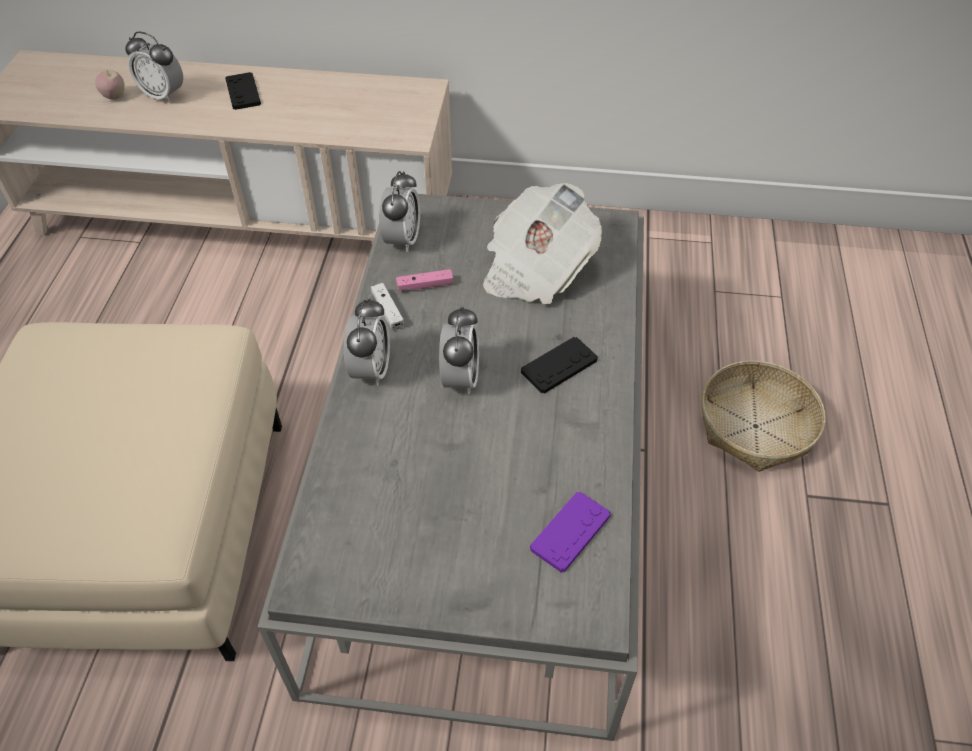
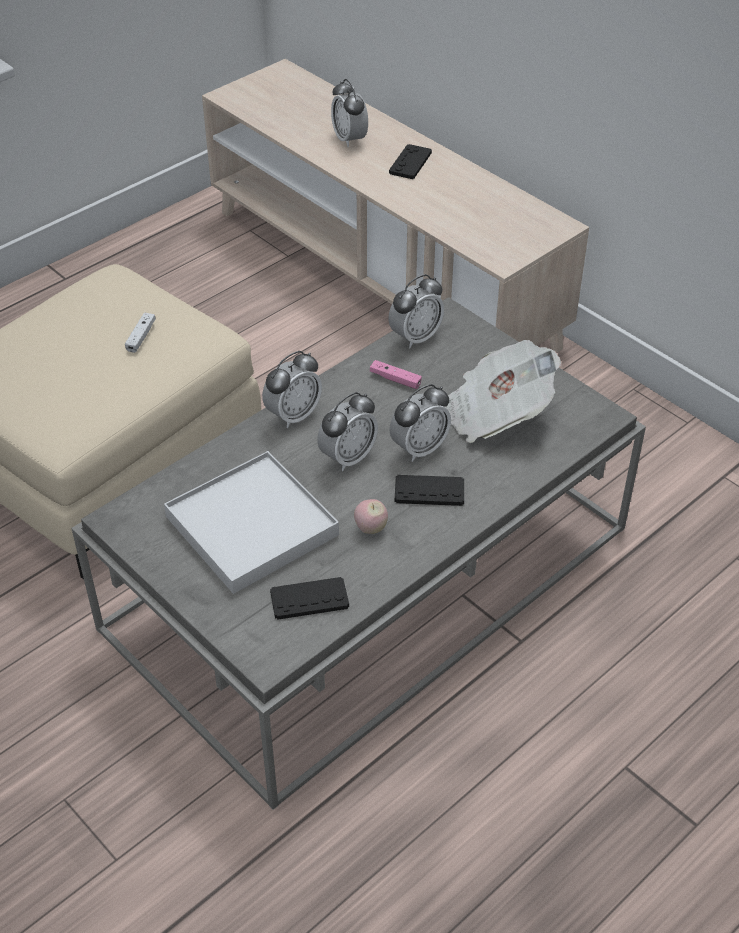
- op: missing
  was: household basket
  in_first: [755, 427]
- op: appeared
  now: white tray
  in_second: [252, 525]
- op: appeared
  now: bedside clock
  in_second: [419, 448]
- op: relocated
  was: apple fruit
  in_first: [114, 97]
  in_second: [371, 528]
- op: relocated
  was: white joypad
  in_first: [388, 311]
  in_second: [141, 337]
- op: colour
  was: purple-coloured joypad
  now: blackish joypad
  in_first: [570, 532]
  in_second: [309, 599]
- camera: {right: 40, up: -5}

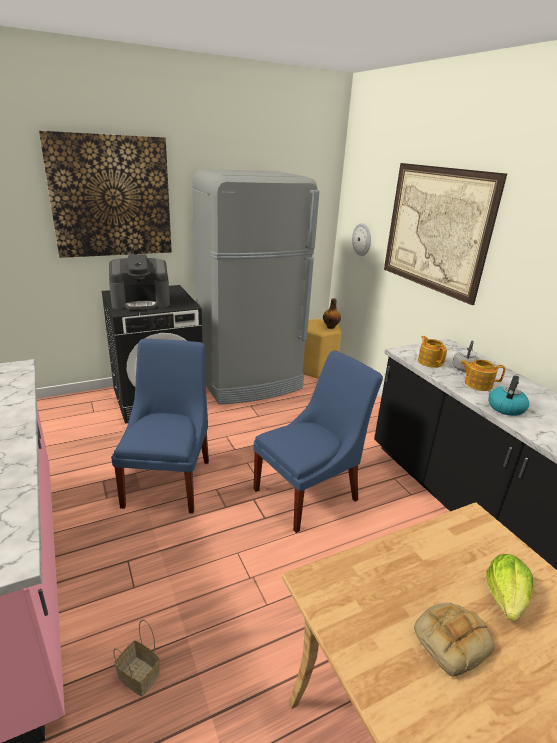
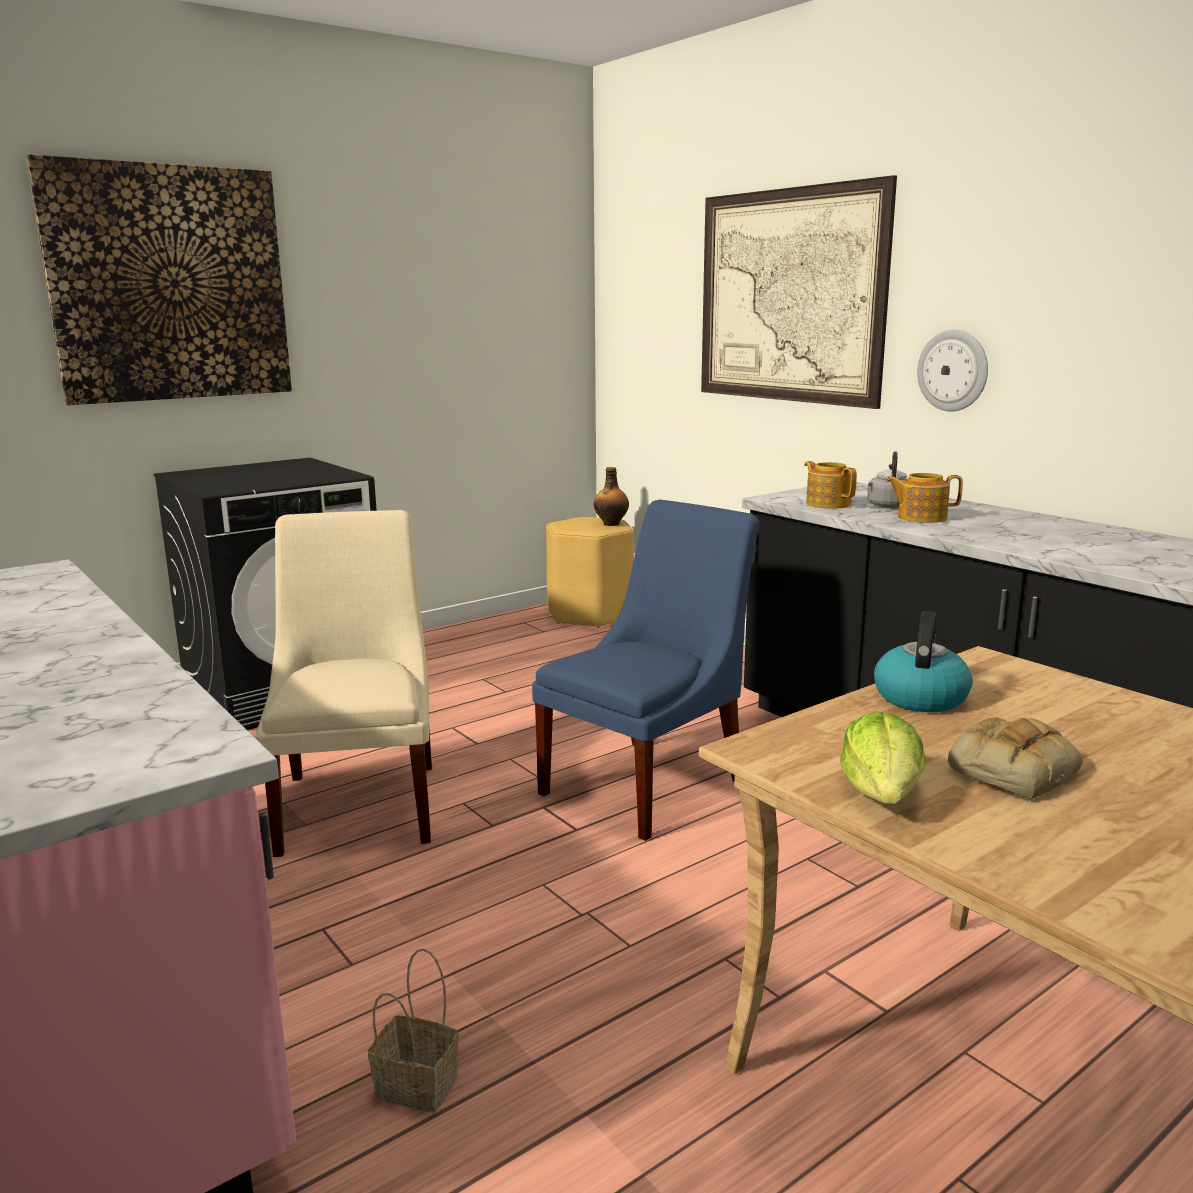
- op: missing
  was: coffee maker
  in_first: [141, 302]
- op: missing
  was: greyish refrigerator
  in_first: [250, 382]
- op: relocated
  was: hanging clock
  in_first: [362, 239]
  in_second: [953, 370]
- op: relocated
  was: lettuce
  in_first: [506, 598]
  in_second: [883, 794]
- op: relocated
  was: tea kettle
  in_first: [505, 407]
  in_second: [920, 697]
- op: colour
  was: blue upright chair
  now: beige upright chair
  in_first: [169, 479]
  in_second: [361, 802]
- camera: {right: -10, up: -10}

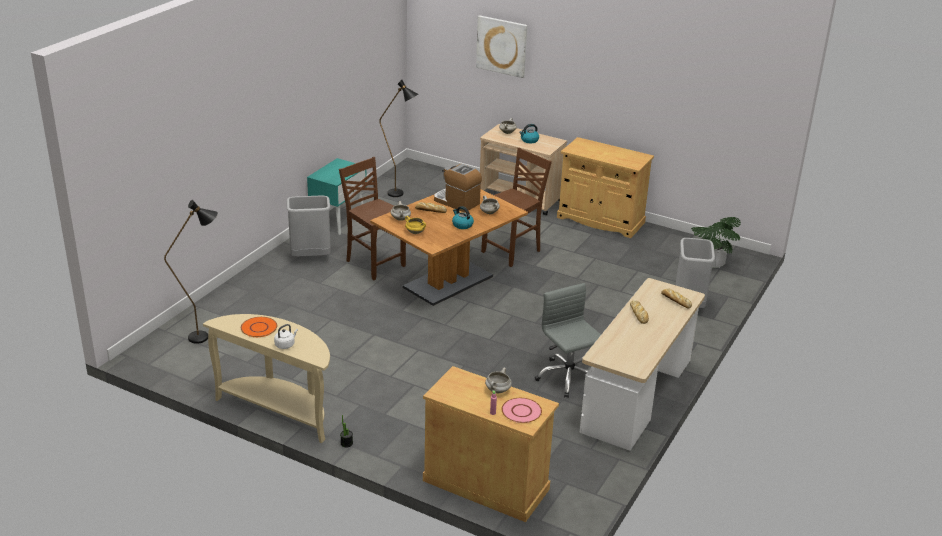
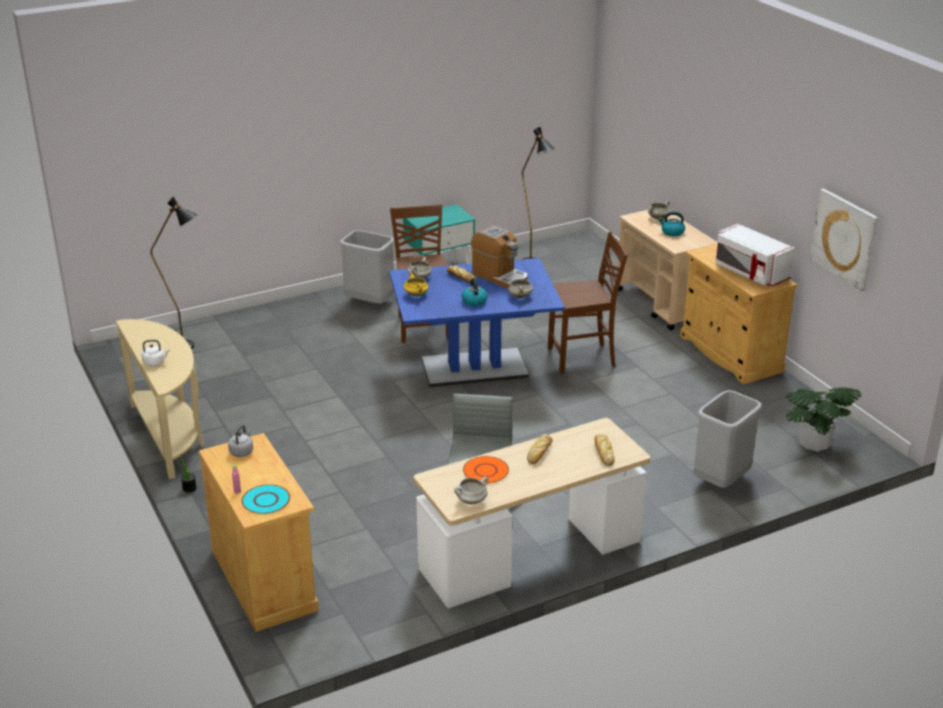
- op: appeared
  now: greyish tea kettle
  in_second: [242, 451]
- op: appeared
  now: white kitchen microwave
  in_second: [750, 273]
- op: relocated
  was: orange plate
  in_first: [259, 327]
  in_second: [486, 471]
- op: relocated
  was: picture
  in_first: [502, 46]
  in_second: [844, 238]
- op: relocated
  was: white stockpot
  in_first: [498, 391]
  in_second: [471, 501]
- op: colour
  was: brown dinner table
  now: blue dinner table
  in_first: [448, 282]
  in_second: [474, 368]
- op: colour
  was: pinkish plate
  now: blue-green plate
  in_first: [521, 411]
  in_second: [266, 501]
- op: spun
  was: coffee maker
  in_first: [456, 202]
  in_second: [500, 276]
  clockwise: 150
- camera: {right: 35, up: 0}

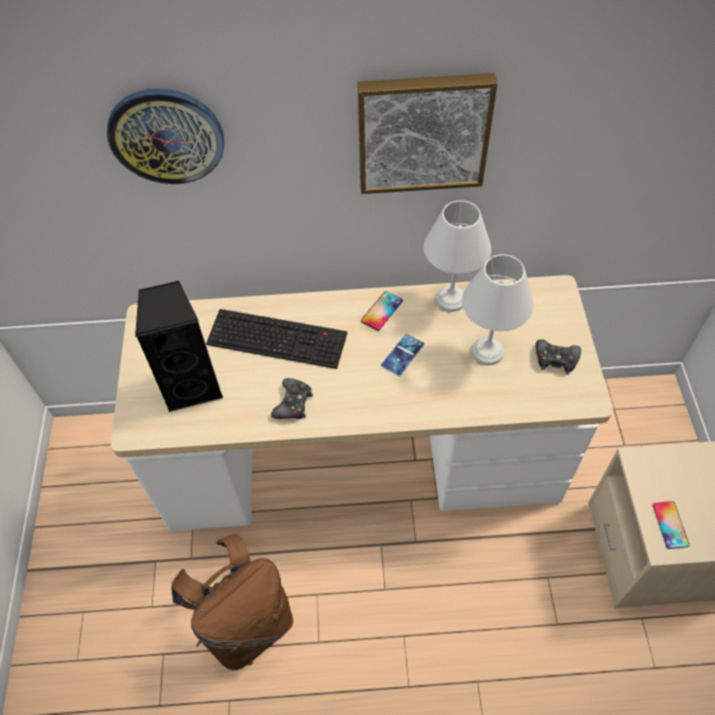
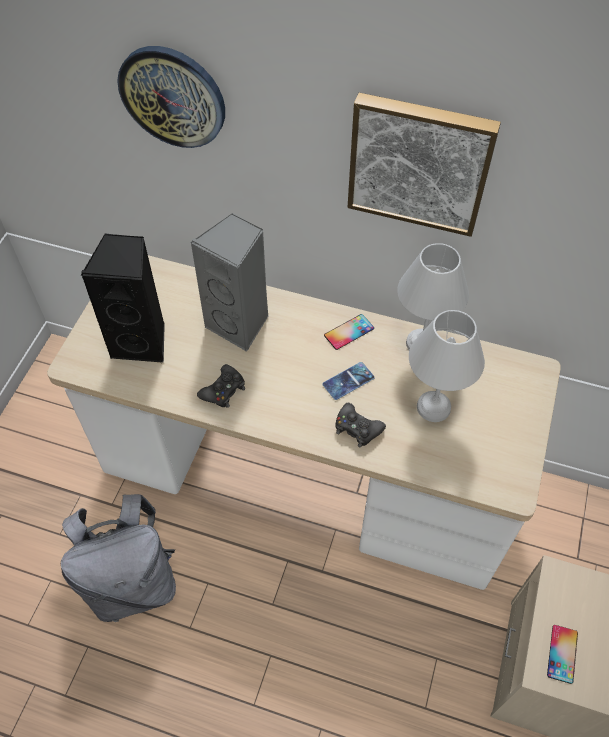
- op: relocated
  was: blackish joypad
  in_first: [556, 359]
  in_second: [357, 428]
- op: exchanged
  was: computer keyboard
  now: greyish speaker
  in_first: [279, 338]
  in_second: [240, 324]
- op: colour
  was: brown knapsack
  now: greyish knapsack
  in_first: [245, 623]
  in_second: [133, 582]
- camera: {right: 20, up: 0}

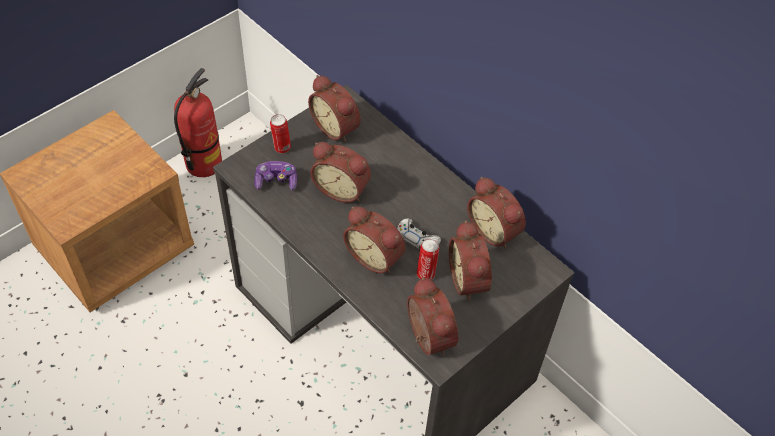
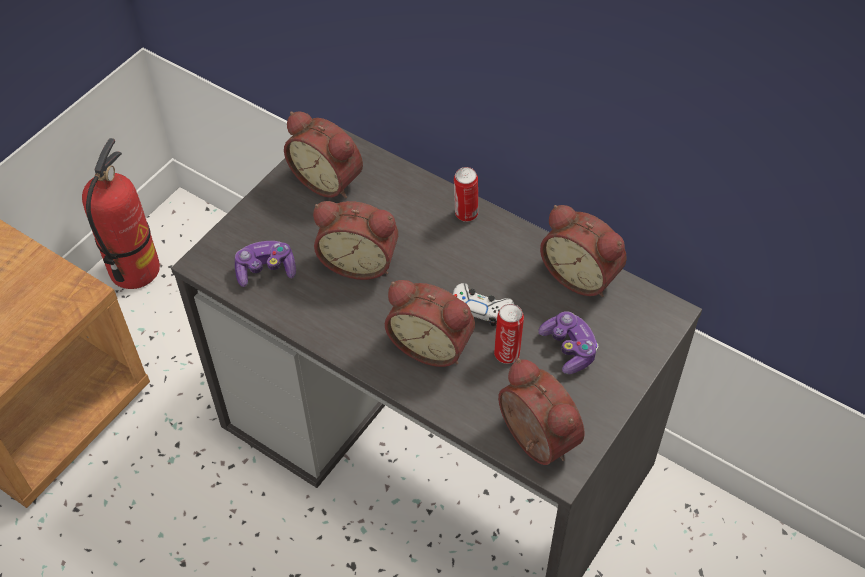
- op: relocated
  was: can
  in_first: [281, 148]
  in_second: [465, 214]
- op: exchanged
  was: bedside clock
  now: joypad
  in_first: [470, 279]
  in_second: [569, 348]
- camera: {right: -10, up: 0}

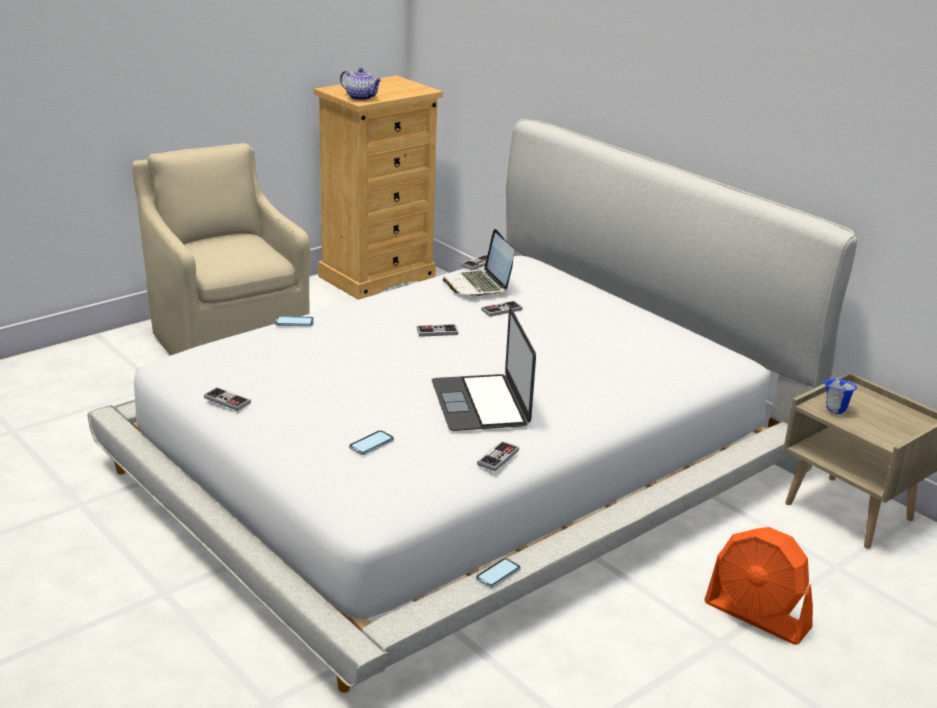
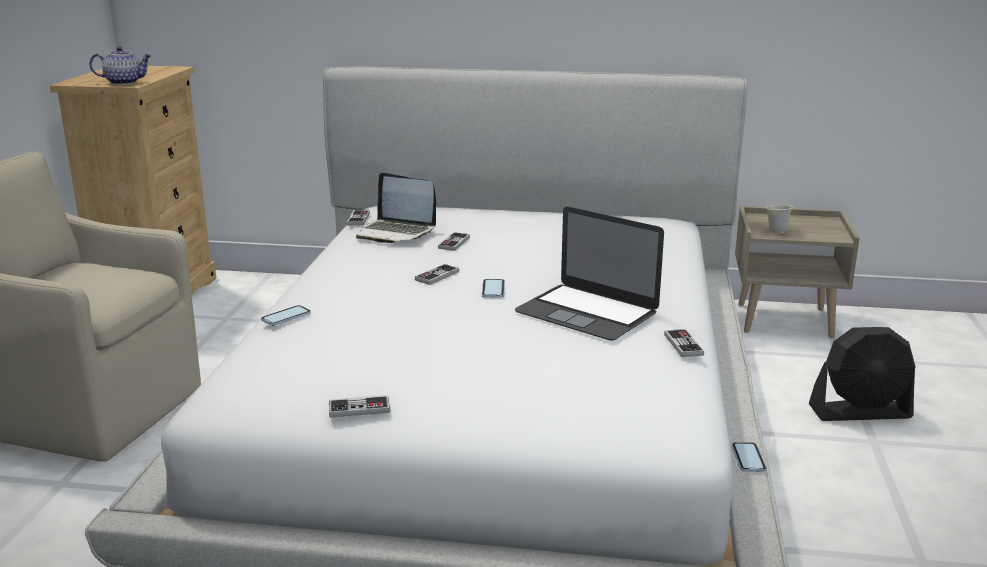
- op: relocated
  was: phone
  in_first: [371, 444]
  in_second: [493, 290]
- op: colour
  was: orange fan
  now: blackish fan
  in_first: [757, 616]
  in_second: [860, 412]
- op: colour
  was: blue tea mug
  now: beige tea mug
  in_first: [835, 410]
  in_second: [776, 232]
- camera: {right: -40, up: -5}

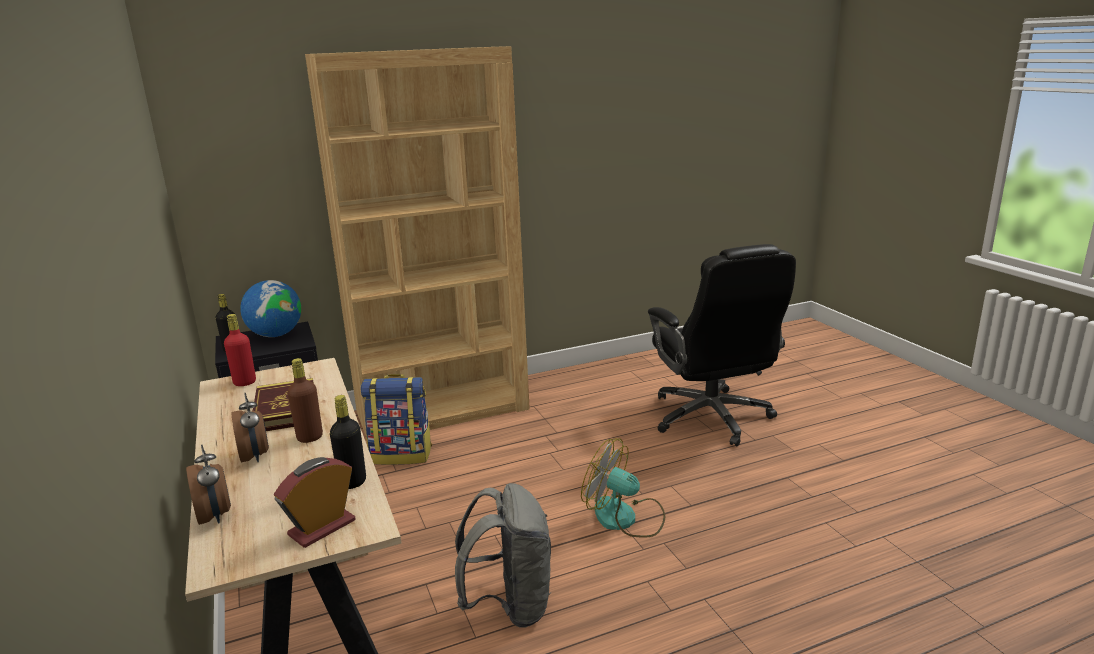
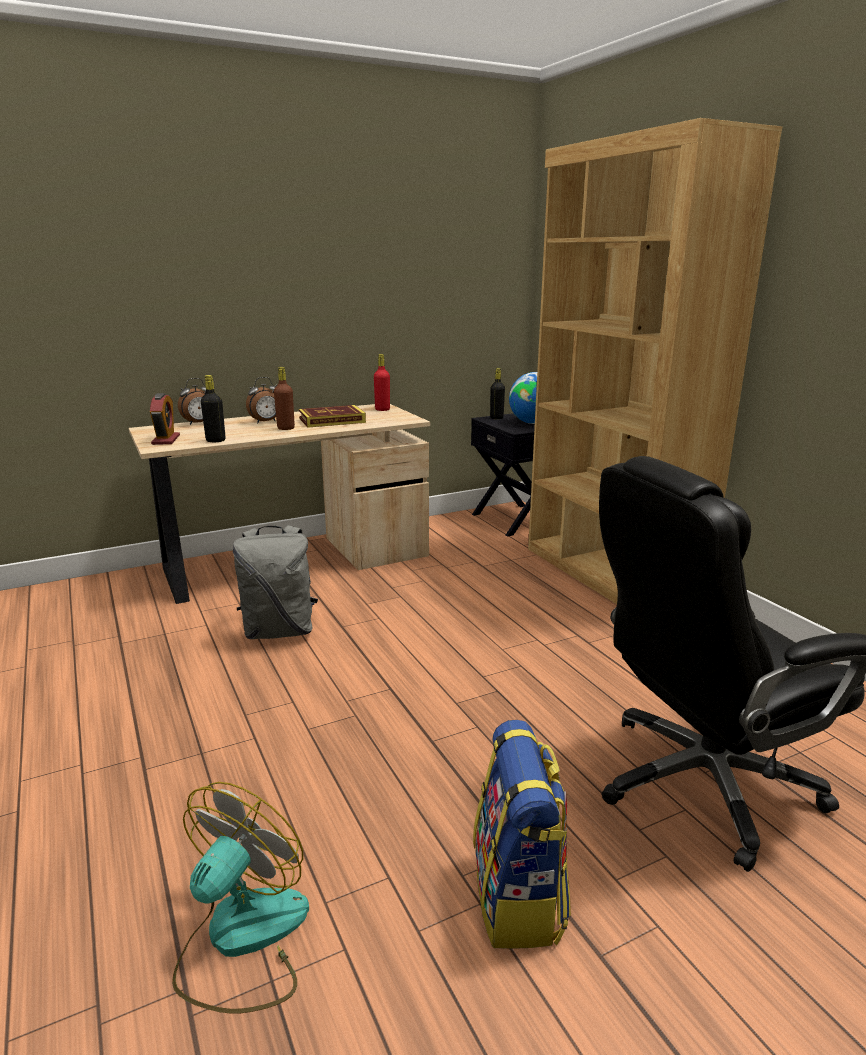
- op: relocated
  was: knapsack
  in_first: [402, 454]
  in_second: [519, 897]
- op: relocated
  was: fan
  in_first: [625, 518]
  in_second: [241, 940]
- op: spun
  was: bedside clock
  in_first: [322, 528]
  in_second: [166, 440]
  clockwise: 45
- camera: {right: 85, up: 0}

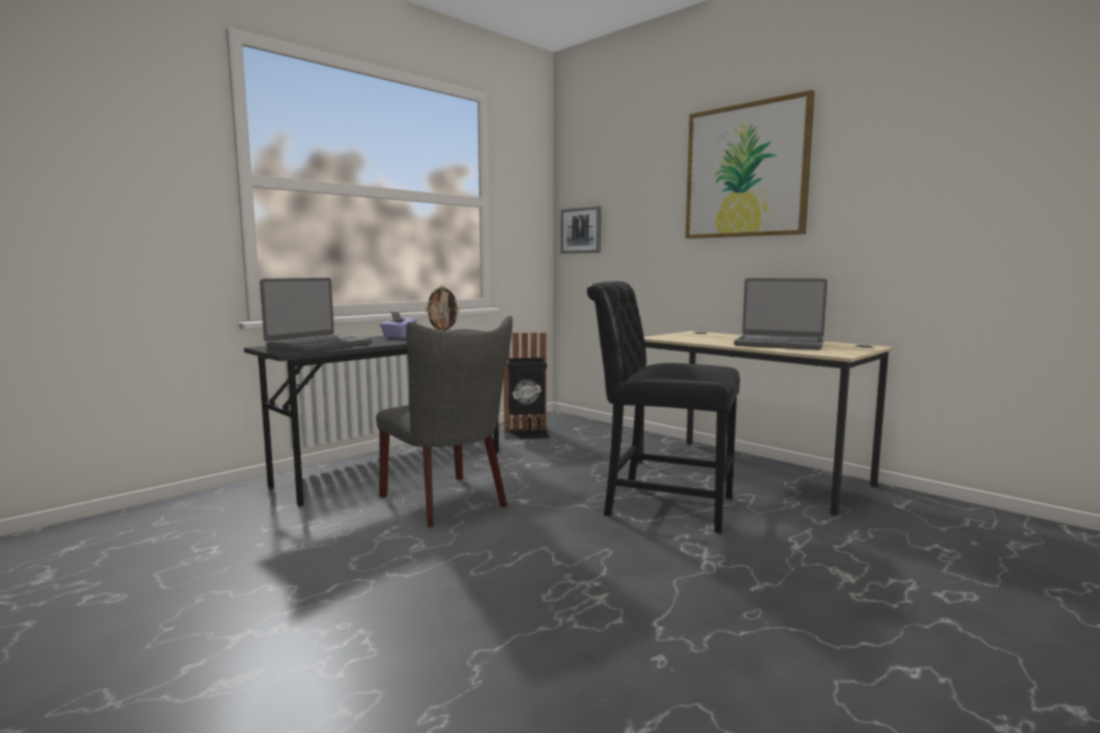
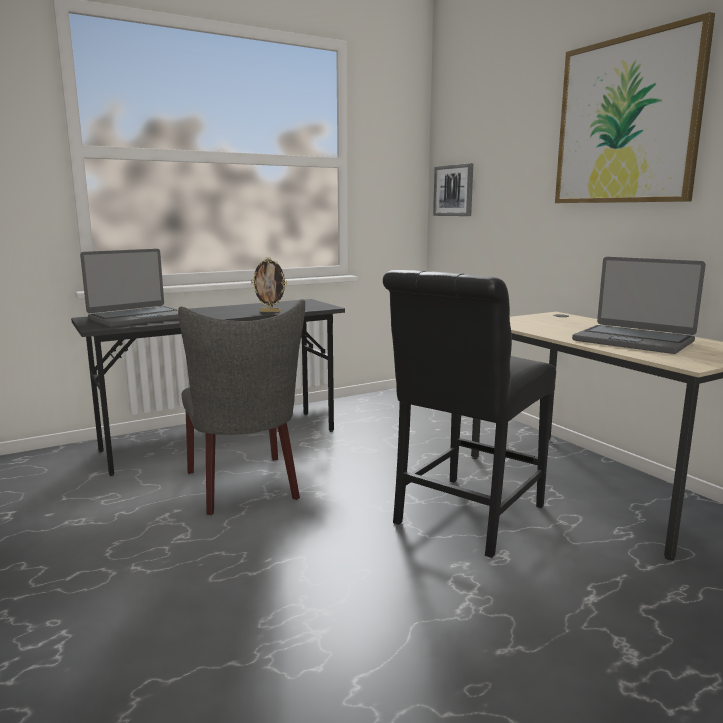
- op: missing
  was: purple-coloured tissue box
  in_first: [398, 337]
- op: missing
  was: blackish waste bin
  in_first: [526, 434]
- op: spun
  was: blackish upright chair
  in_first: [661, 504]
  in_second: [464, 517]
  clockwise: -90
- camera: {right: 15, up: 5}

